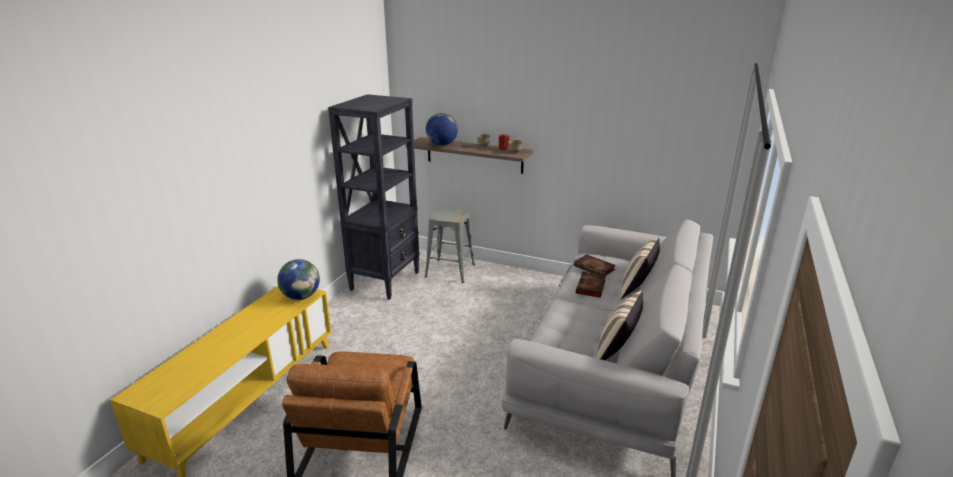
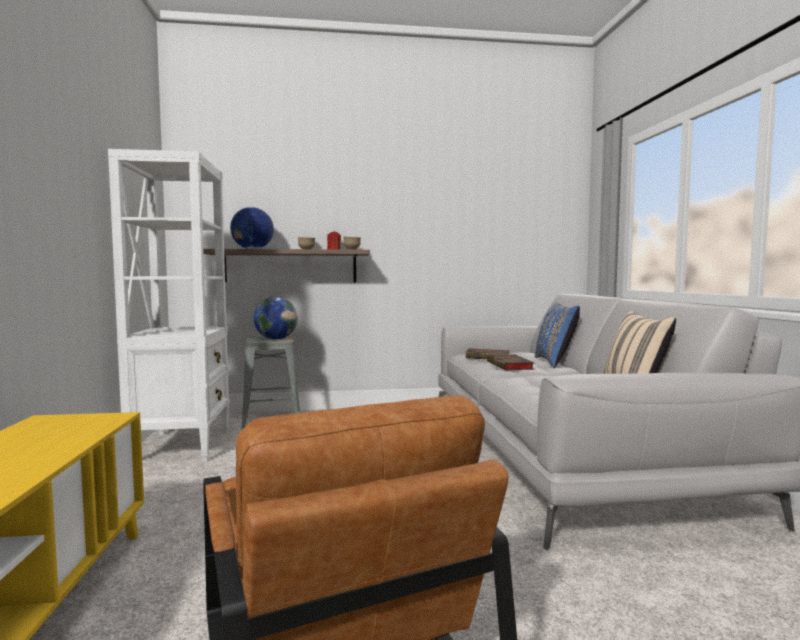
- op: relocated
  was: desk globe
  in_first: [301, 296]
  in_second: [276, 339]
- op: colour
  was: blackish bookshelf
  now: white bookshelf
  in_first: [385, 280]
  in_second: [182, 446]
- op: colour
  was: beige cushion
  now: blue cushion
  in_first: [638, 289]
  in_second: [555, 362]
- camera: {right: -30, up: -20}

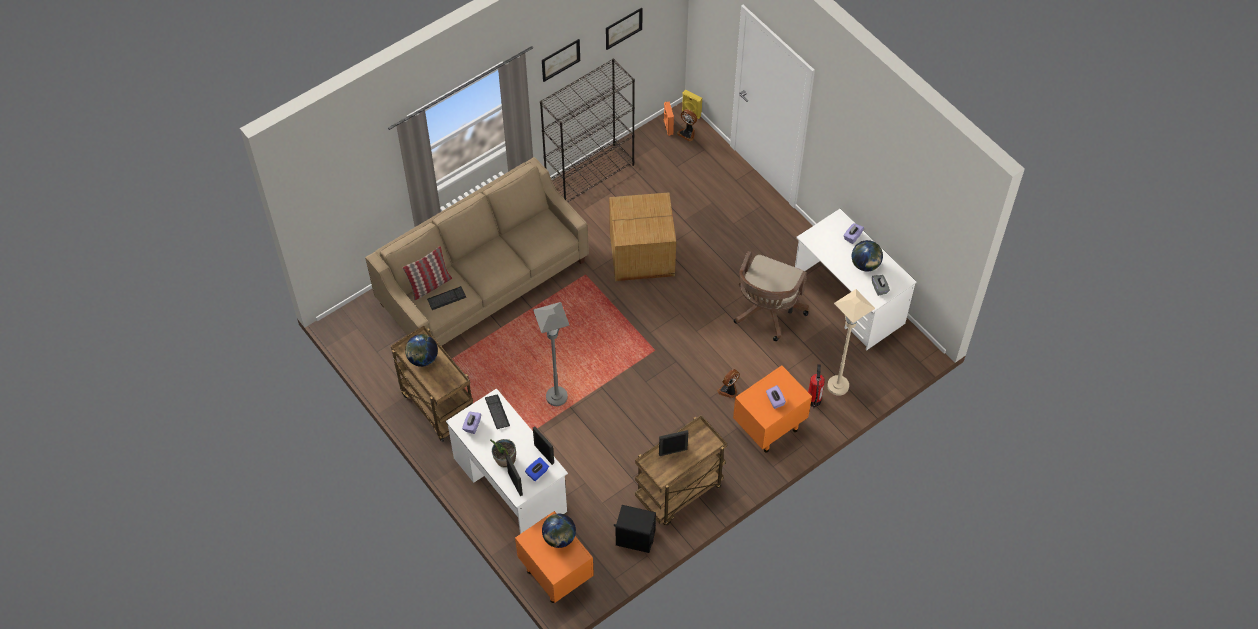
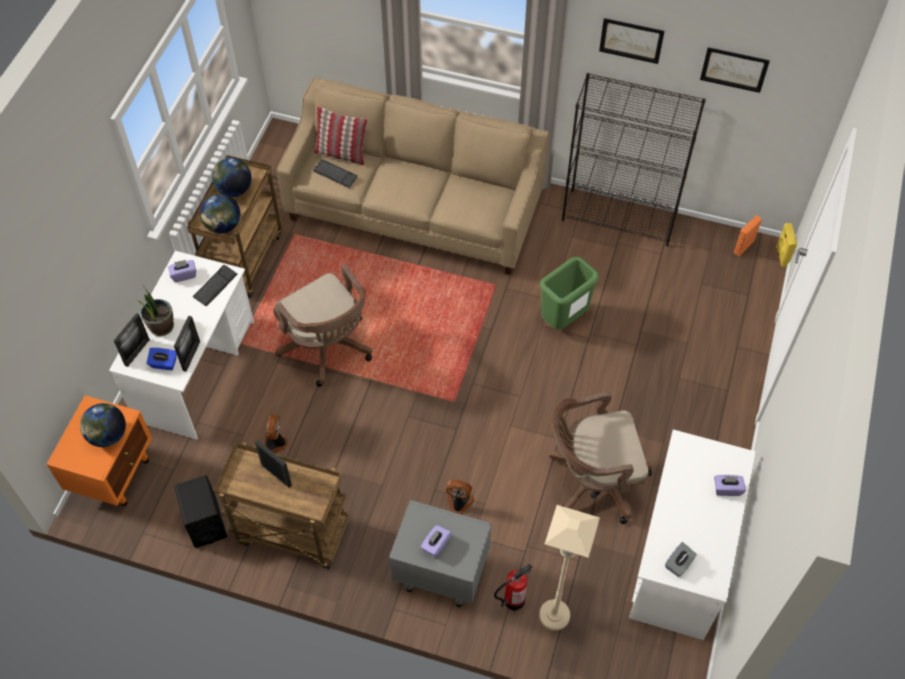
- op: relocated
  was: fan
  in_first: [687, 133]
  in_second: [276, 443]
- op: relocated
  was: desk globe
  in_first: [865, 265]
  in_second: [223, 226]
- op: exchanged
  was: greyish floor lamp
  now: brown computer chair
  in_first: [556, 397]
  in_second: [328, 349]
- op: exchanged
  was: packing box
  now: green waste bin
  in_first: [643, 255]
  in_second: [564, 319]
- op: colour
  was: orange night table
  now: greyish night table
  in_first: [768, 428]
  in_second: [440, 574]
- camera: {right: 55, up: 0}

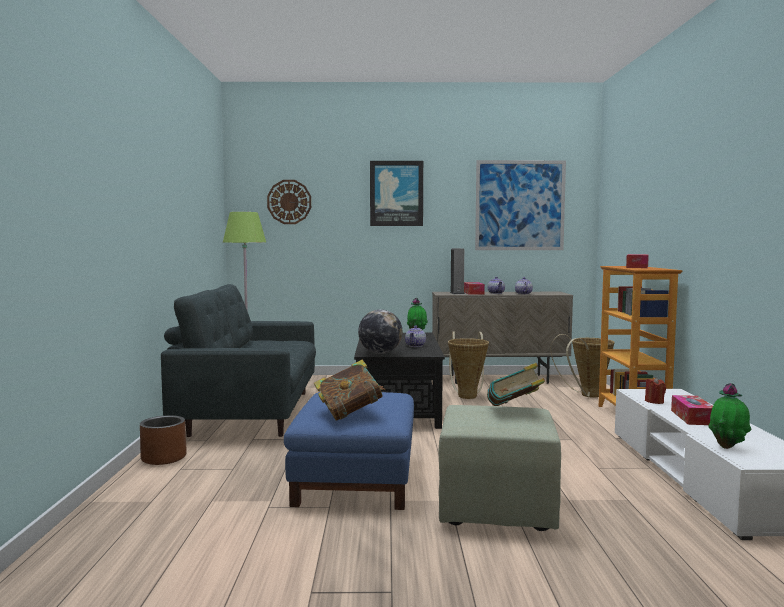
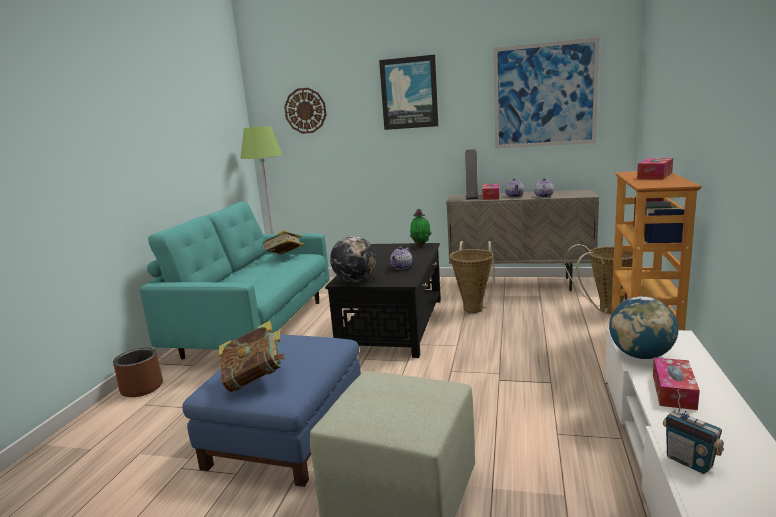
- op: relocated
  was: volume
  in_first: [514, 411]
  in_second: [284, 257]
- op: exchanged
  was: reddish wax candle
  now: desk globe
  in_first: [654, 401]
  in_second: [641, 355]
- op: exchanged
  was: houseplant
  now: radio
  in_first: [728, 447]
  in_second: [689, 462]
- op: colour
  was: greyish settee
  now: blue-green settee
  in_first: [251, 412]
  in_second: [256, 327]
- camera: {right: 15, up: 10}

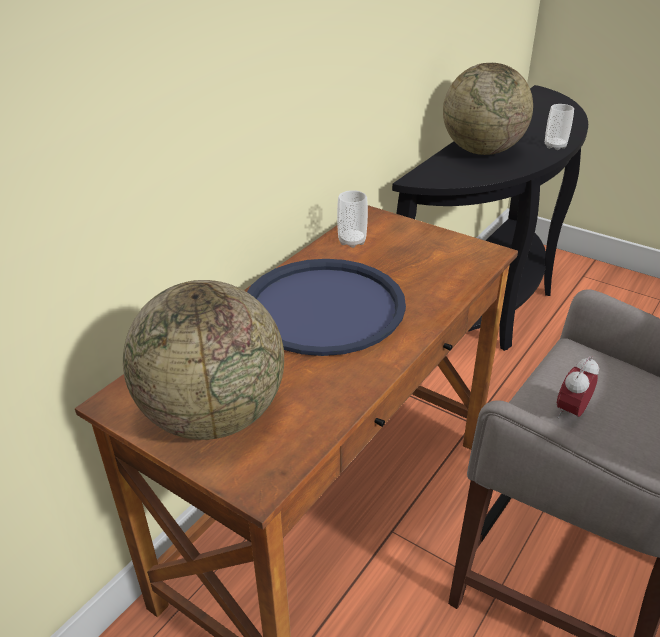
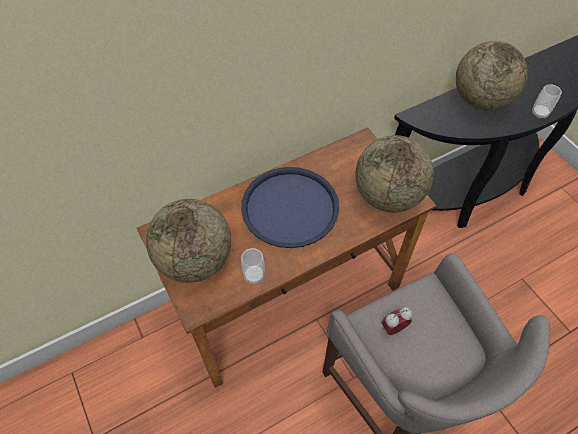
- op: appeared
  now: desk globe
  in_second: [388, 196]
- op: relocated
  was: small cup
  in_first: [352, 241]
  in_second: [254, 276]
- camera: {right: 25, up: 20}

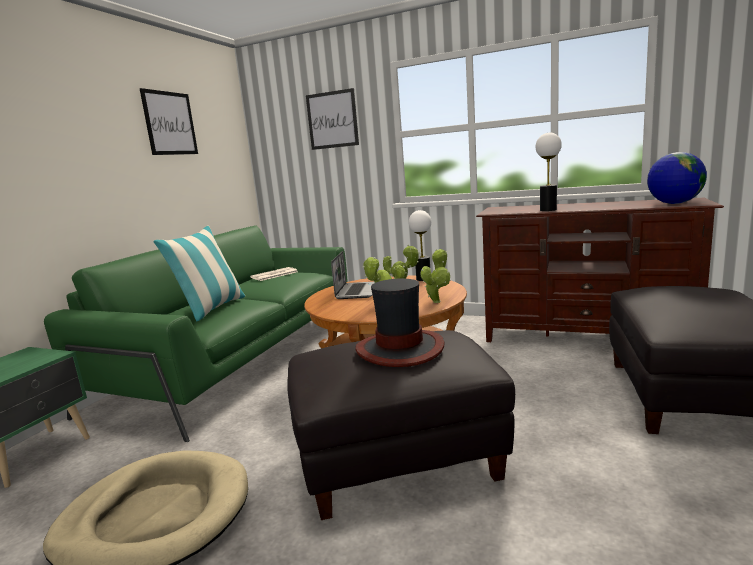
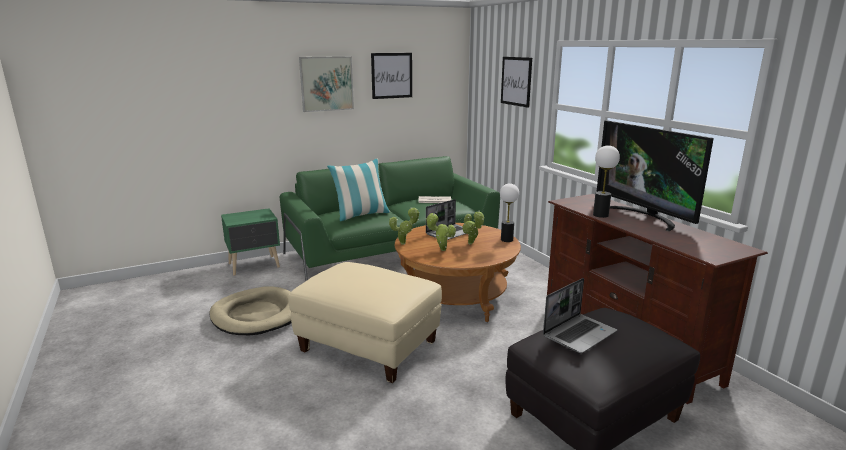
- op: missing
  was: wearable hat
  in_first: [400, 349]
- op: missing
  was: desk globe
  in_first: [674, 203]
- op: appeared
  now: picture
  in_second: [326, 83]
- op: appeared
  now: notebook computer
  in_second: [579, 334]
- op: appeared
  now: TV set
  in_second: [644, 217]
- op: relocated
  was: houseplant
  in_first: [437, 301]
  in_second: [405, 243]
- op: colour
  was: blackish footrest
  now: beige footrest
  in_first: [399, 458]
  in_second: [368, 346]
- camera: {right: 40, up: 5}

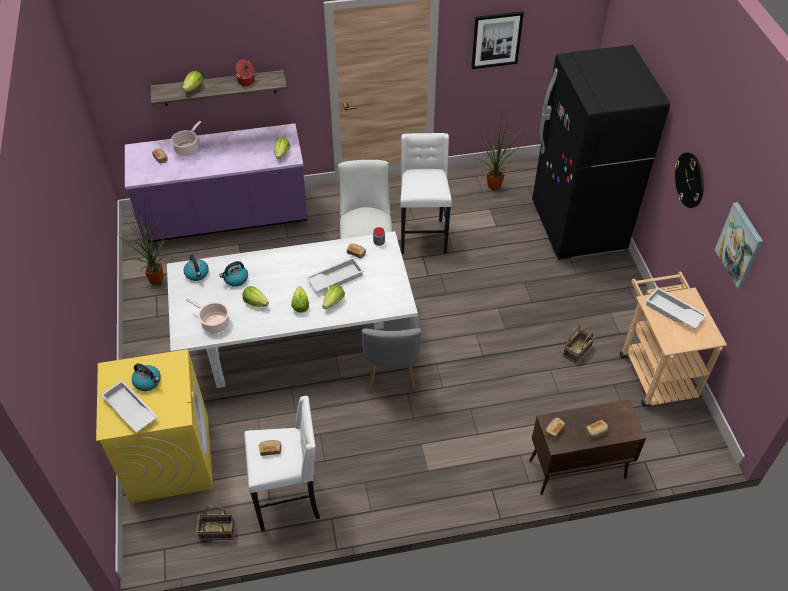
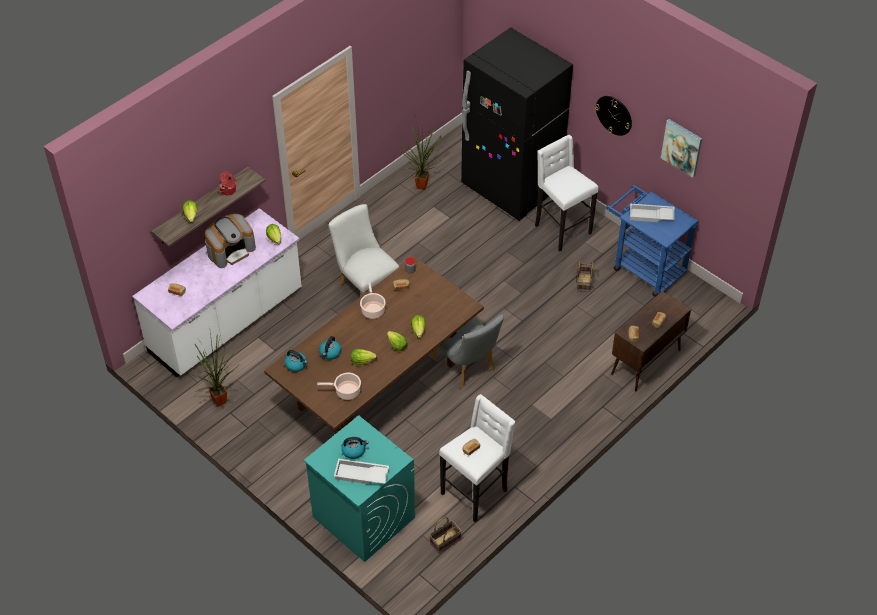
- op: missing
  was: white tray
  in_first: [335, 278]
- op: missing
  was: picture
  in_first: [496, 40]
- op: appeared
  now: coffee maker
  in_second: [231, 250]
- op: relocated
  was: stockpot
  in_first: [187, 148]
  in_second: [373, 310]
- op: relocated
  was: white stool
  in_first: [422, 236]
  in_second: [561, 229]
- op: colour
  was: yellow laundry machine
  now: blue-green laundry machine
  in_first: [169, 457]
  in_second: [363, 517]
- op: colour
  was: purple-coloured kitchen base unit
  now: white kitchen base unit
  in_first: [226, 219]
  in_second: [227, 323]
- op: colour
  was: white dinner table
  now: brown dinner table
  in_first: [297, 341]
  in_second: [378, 385]
- op: colour
  was: beige trolley
  now: blue trolley
  in_first: [654, 369]
  in_second: [644, 267]
- camera: {right: -35, up: 0}

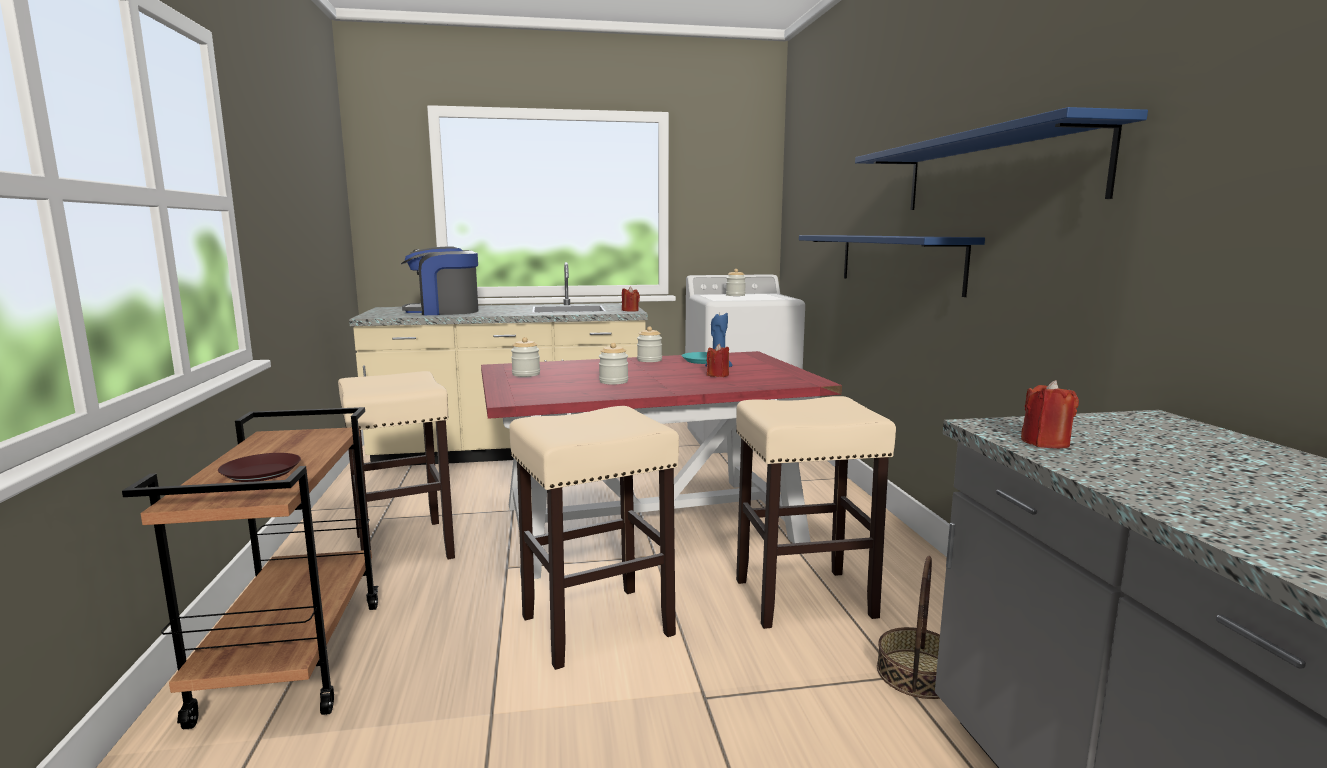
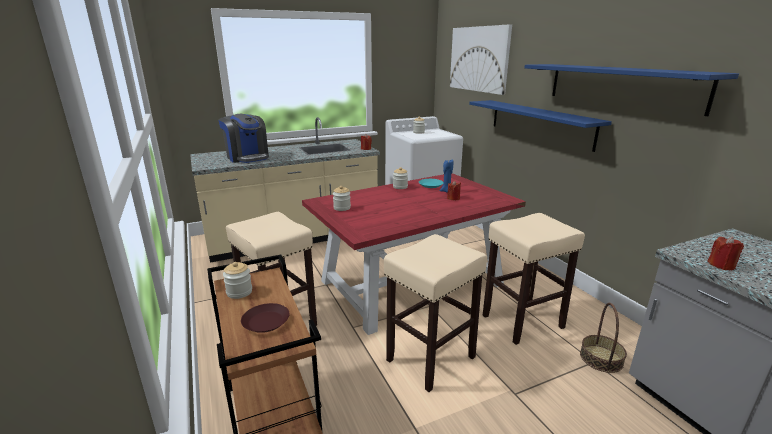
- op: appeared
  now: picture
  in_second: [478, 59]
- op: relocated
  was: jar
  in_first: [613, 381]
  in_second: [239, 292]
- op: spun
  was: coffee maker
  in_first: [443, 312]
  in_second: [247, 157]
  clockwise: -105
- camera: {right: -15, up: 10}

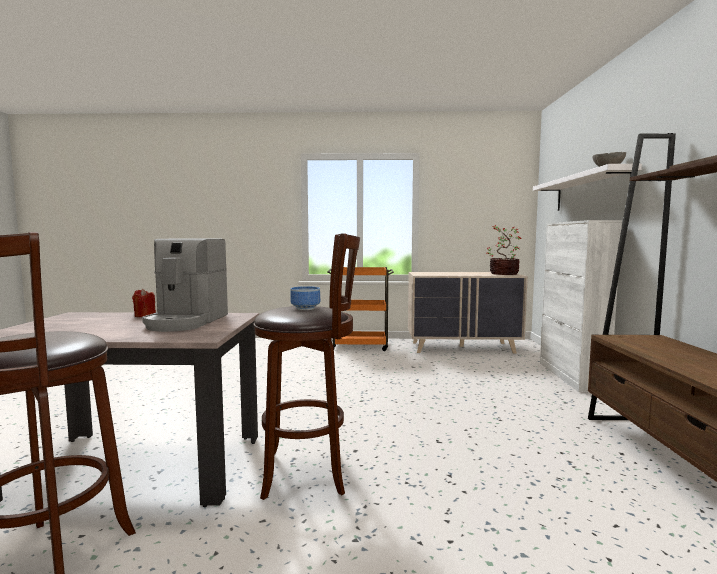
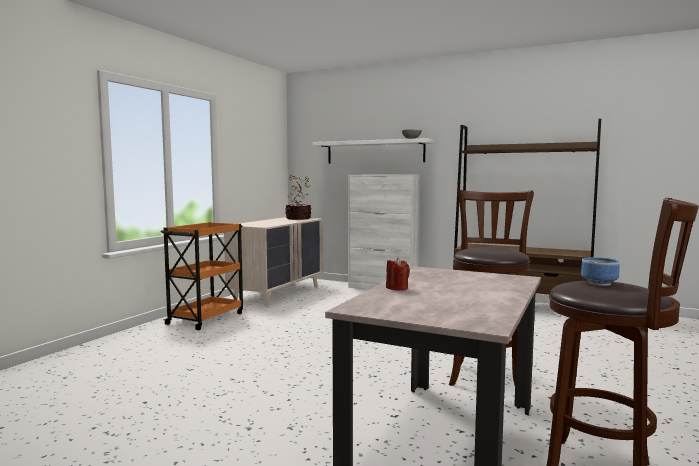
- op: missing
  was: coffee maker
  in_first: [186, 321]
- op: relocated
  was: bowl
  in_first: [306, 308]
  in_second: [598, 283]
- camera: {right: -65, up: 0}

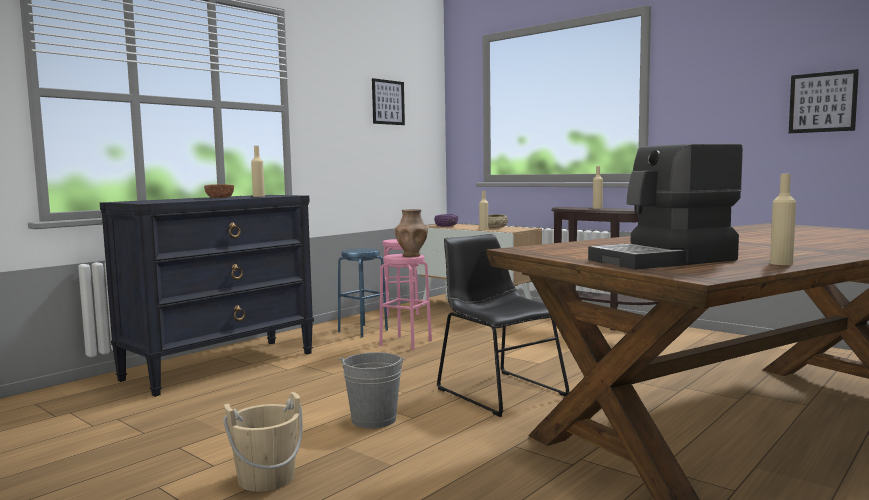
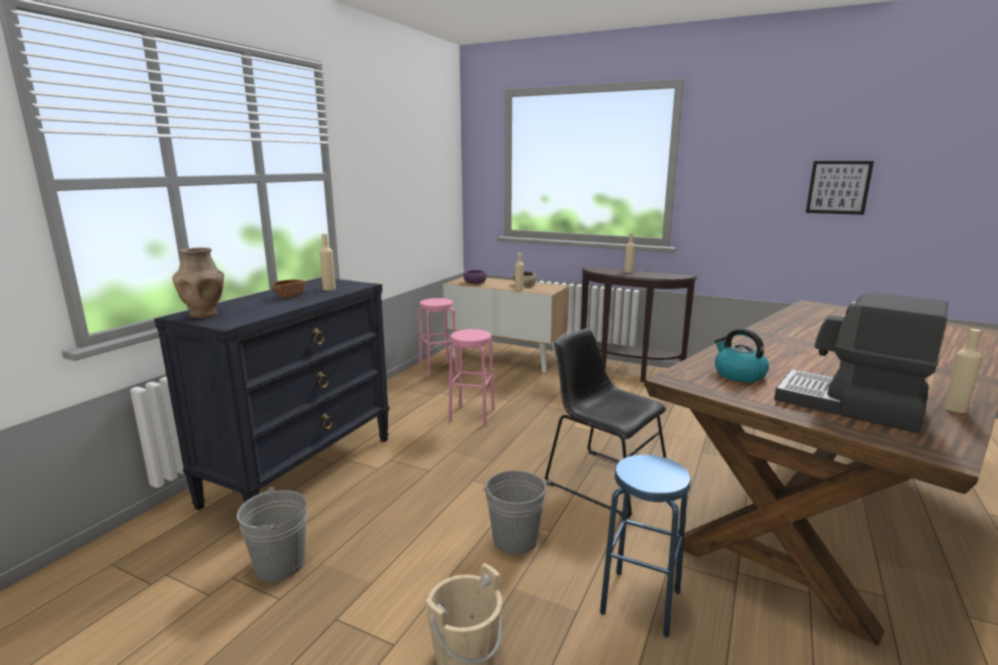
- op: missing
  was: picture
  in_first: [388, 102]
- op: appeared
  now: greyish bucket
  in_second: [280, 564]
- op: appeared
  now: tea kettle
  in_second: [738, 374]
- op: relocated
  was: blue stool
  in_first: [363, 331]
  in_second: [640, 602]
- op: relocated
  was: brown decorative vase
  in_first: [412, 256]
  in_second: [204, 315]
- op: spun
  was: coffee maker
  in_first: [665, 260]
  in_second: [849, 405]
  clockwise: 75
- camera: {right: -15, up: 10}

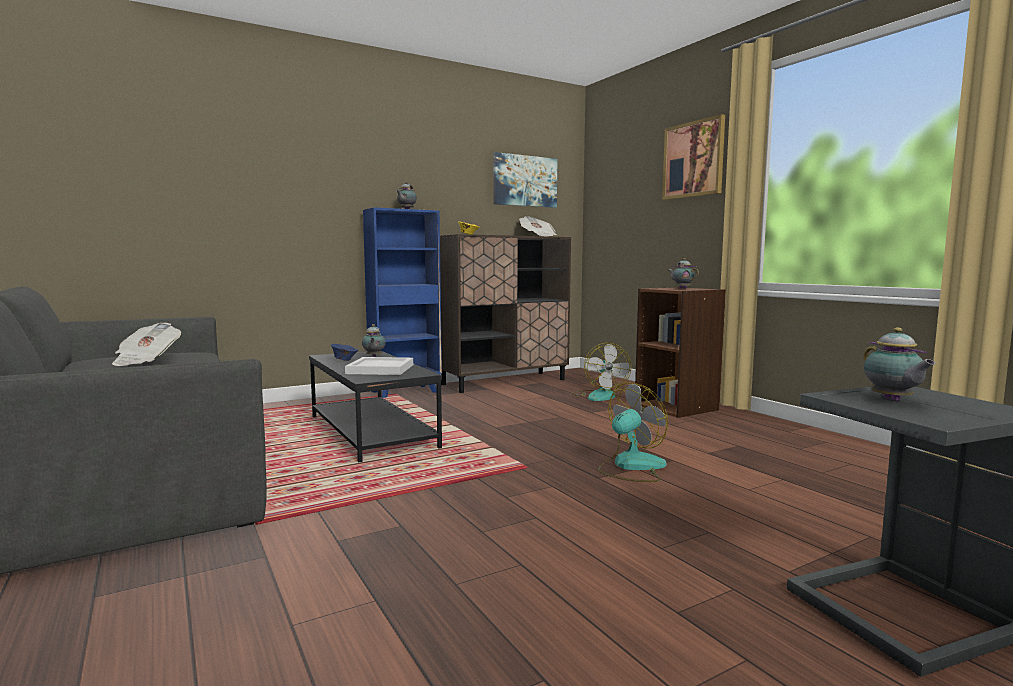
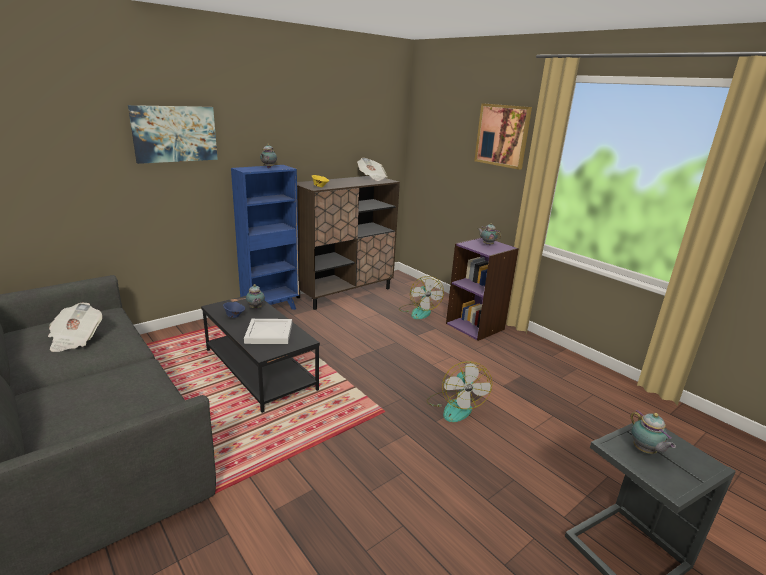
- op: relocated
  was: picture
  in_first: [525, 181]
  in_second: [175, 134]
- op: colour
  was: brown bookshelf
  now: purple-coloured bookshelf
  in_first: [677, 407]
  in_second: [475, 326]
- op: spun
  was: fan
  in_first: [631, 467]
  in_second: [455, 406]
  clockwise: 135
- camera: {right: -10, up: 15}

